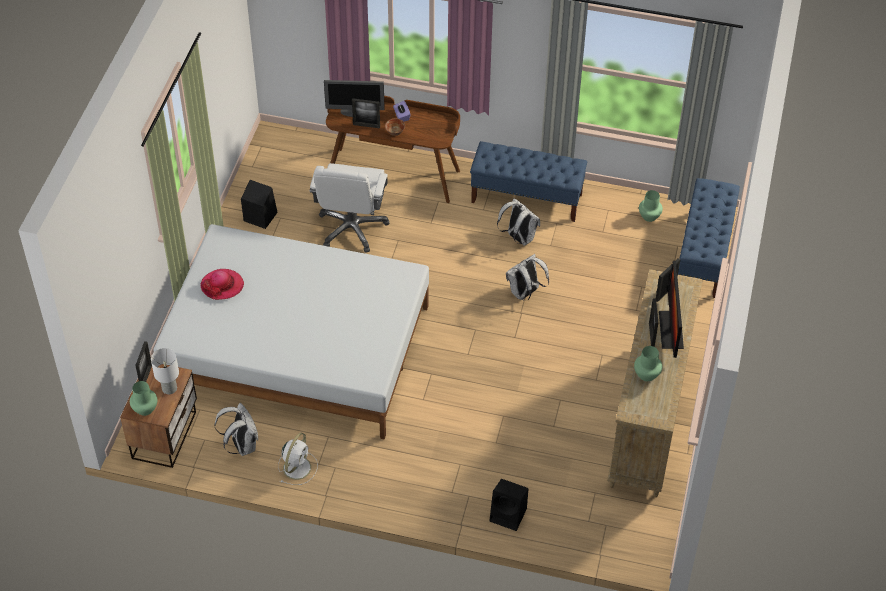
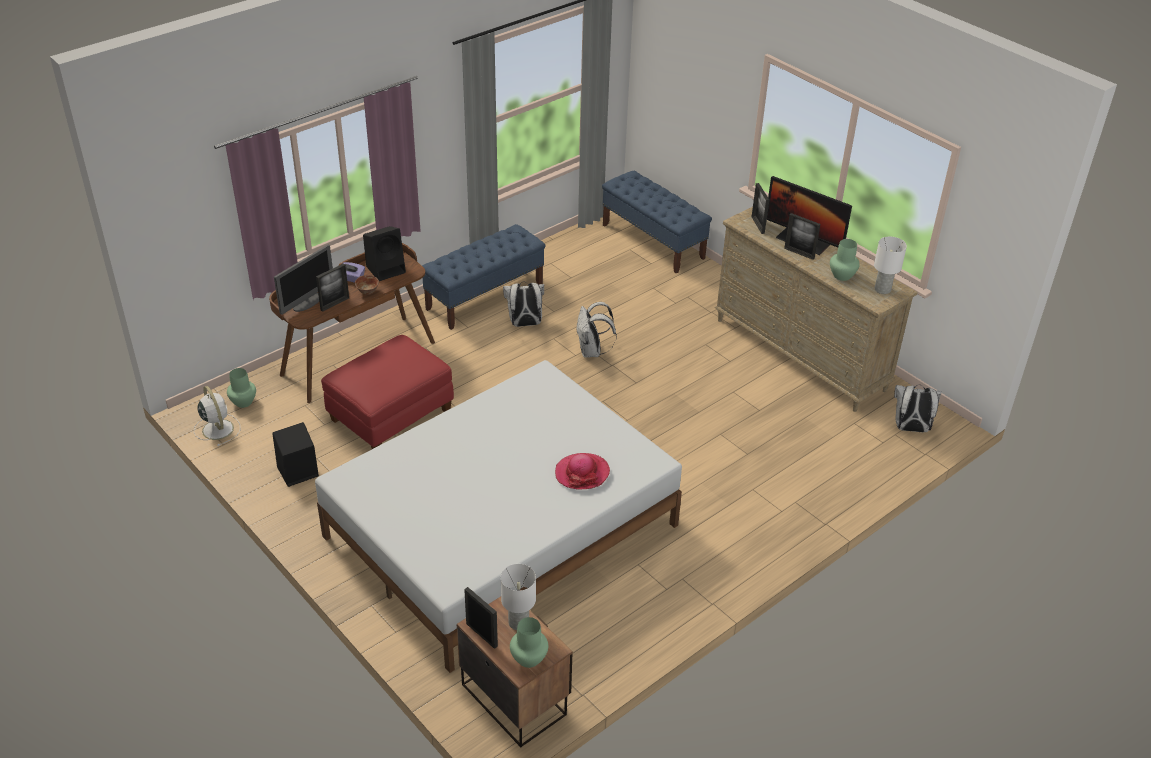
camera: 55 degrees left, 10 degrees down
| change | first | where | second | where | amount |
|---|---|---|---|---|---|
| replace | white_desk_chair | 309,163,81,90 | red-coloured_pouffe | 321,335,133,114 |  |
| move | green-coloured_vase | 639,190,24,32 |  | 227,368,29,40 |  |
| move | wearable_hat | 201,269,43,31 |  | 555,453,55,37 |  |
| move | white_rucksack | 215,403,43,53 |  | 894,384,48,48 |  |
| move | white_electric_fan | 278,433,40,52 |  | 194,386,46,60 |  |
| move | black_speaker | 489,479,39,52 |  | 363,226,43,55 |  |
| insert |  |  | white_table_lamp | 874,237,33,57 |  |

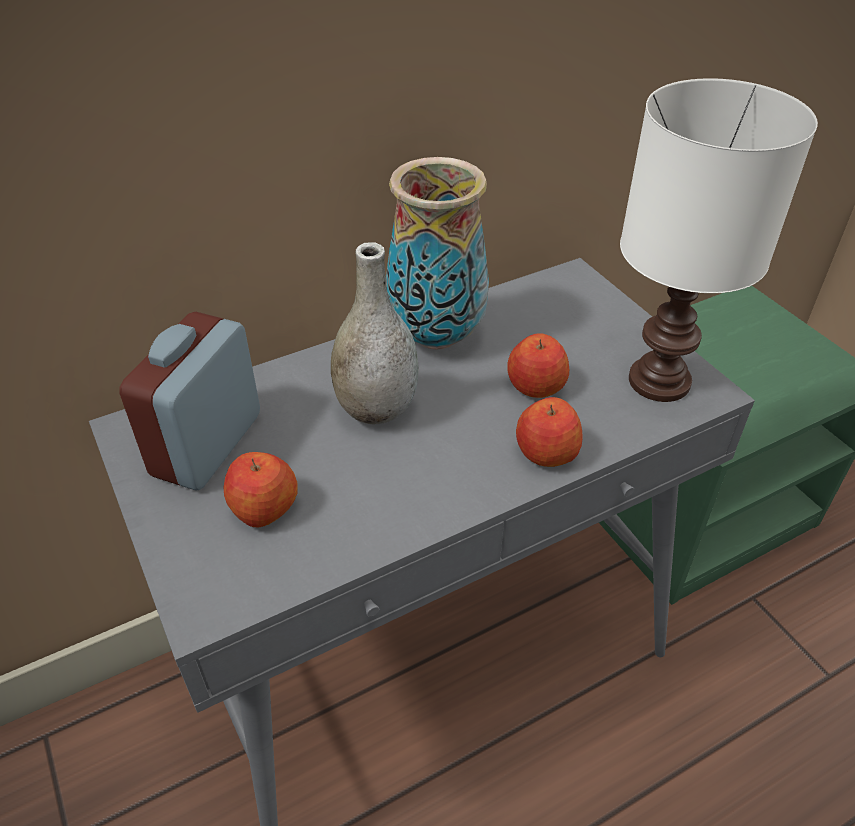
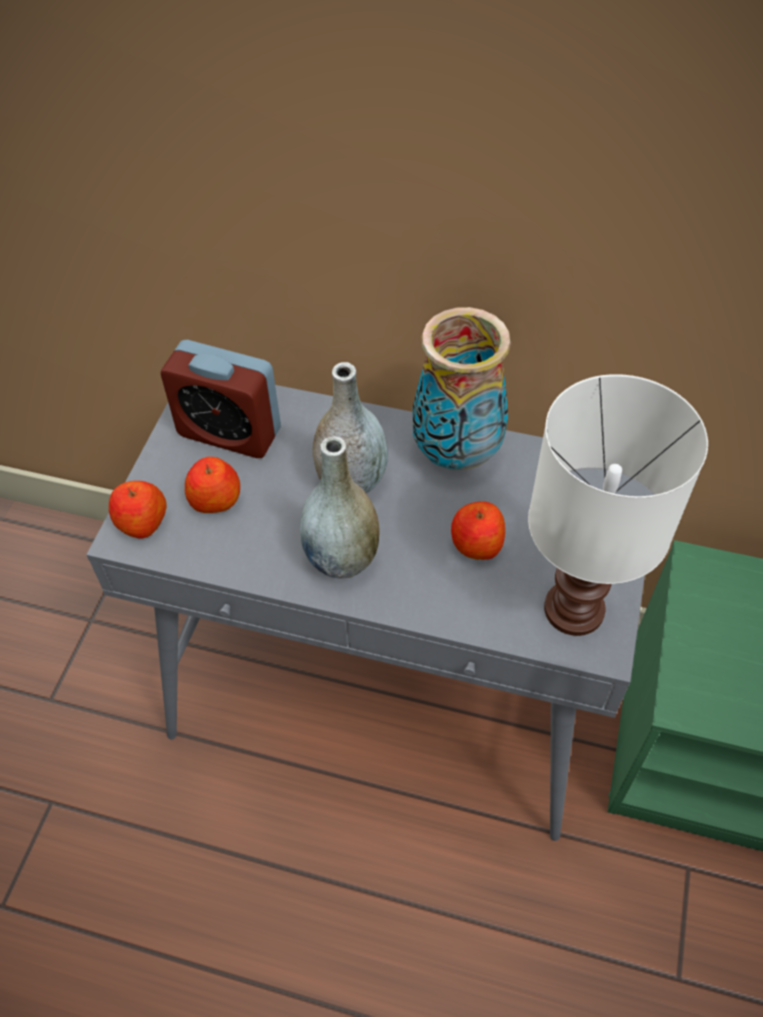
camera: 45 degrees right, 10 degrees up
| change | first | where | second | where | amount |
|---|---|---|---|---|---|
| rotate | table_clock | 119,312,141,179 |  | 161,340,120,118 | 135 degrees counterclockwise |
| move | apple_fruit | 516,397,66,70 |  | 109,481,58,57 |  |
| insert |  |  | grey_vase | 300,437,80,142 |  |

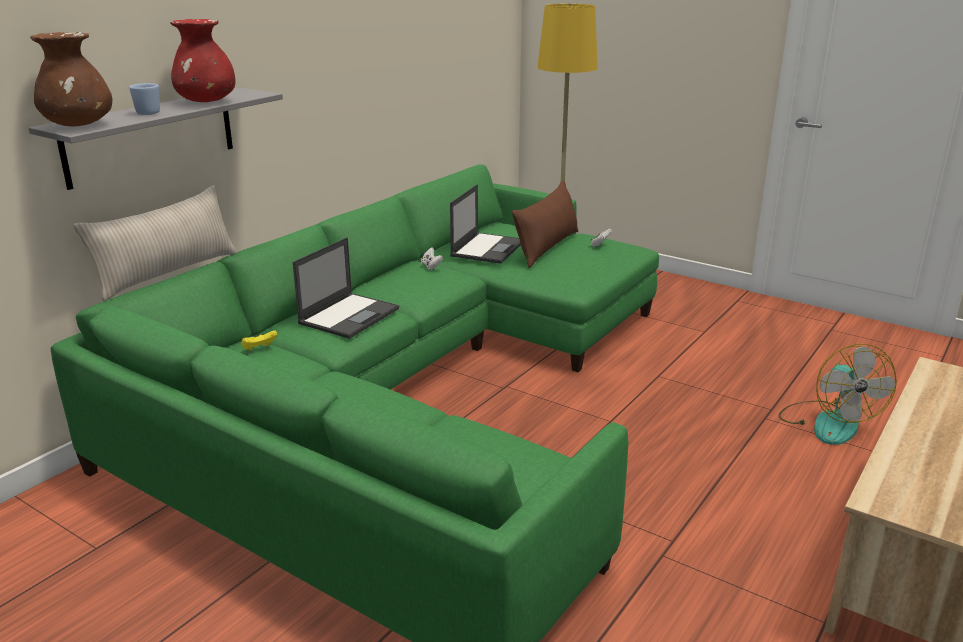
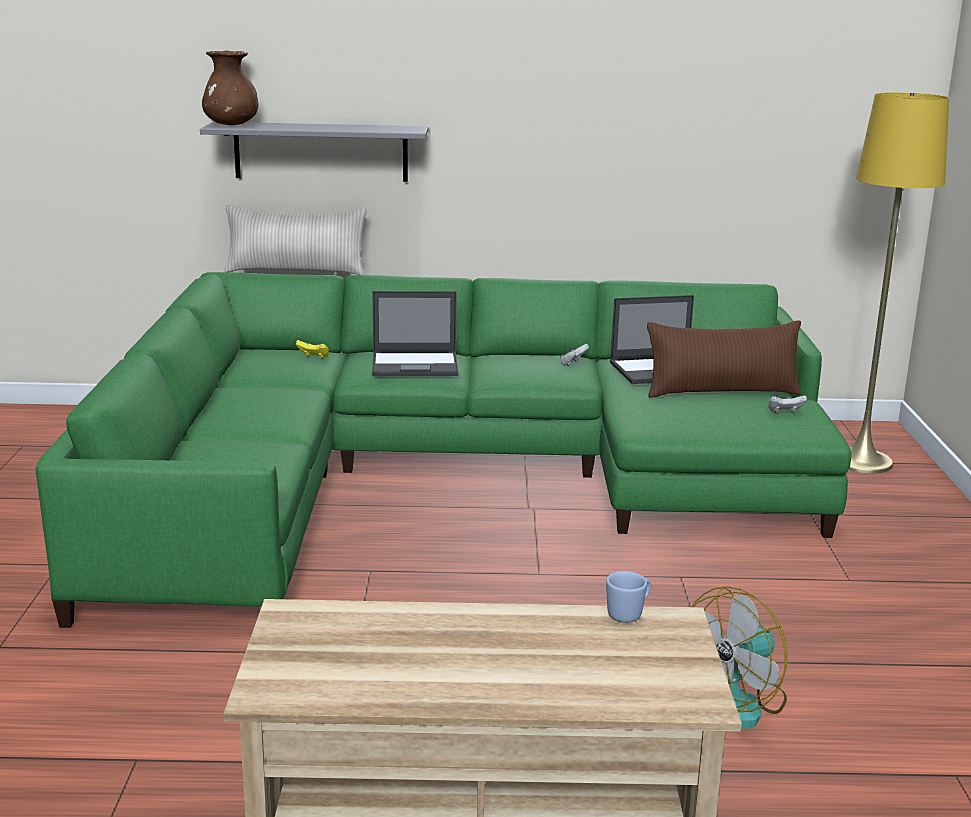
camera: 55 degrees right, 5 degrees down
| change | first | where | second | where | amount |
|---|---|---|---|---|---|
| delete | red-coloured_vase | 170,19,66,83 |  |  |  |
| move | blue_coffee_mug | 129,83,31,32 |  | 606,571,45,52 |  |

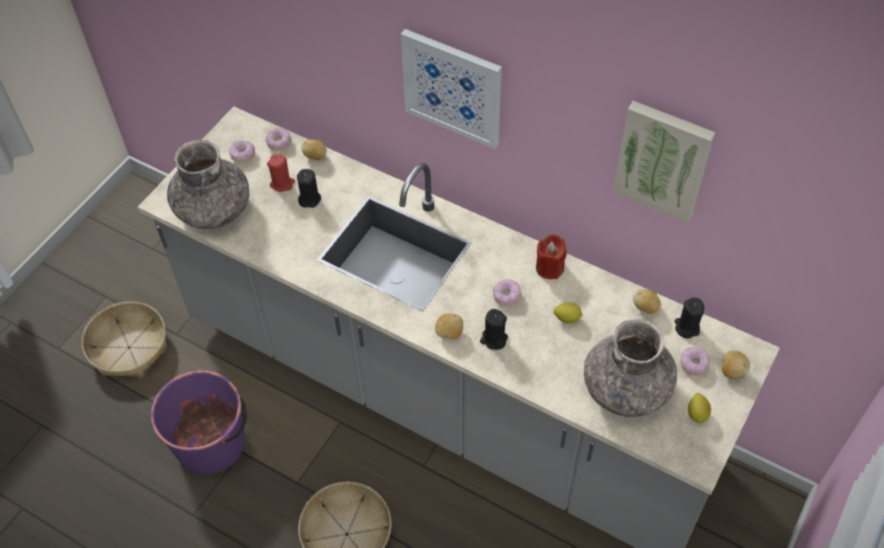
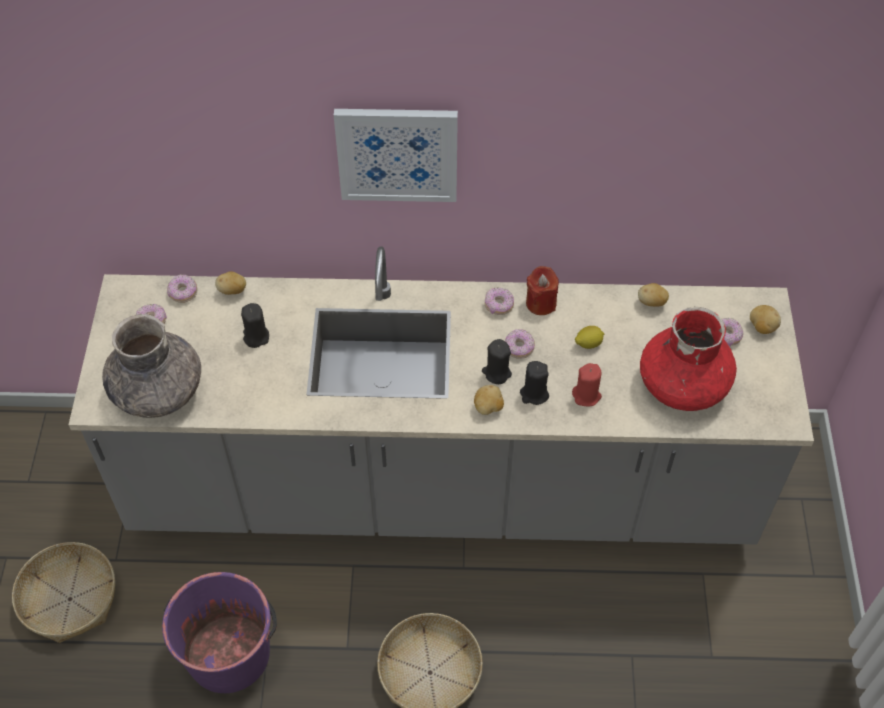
camera: 30 degrees left, 0 degrees up
| change | first | where | second | where | amount |
|---|---|---|---|---|---|
| delete | picture | 613,101,103,123 |  |  |  |
| move | red-coloured_wax_light | 267,154,28,38 |  | 572,363,30,44 |  |
| move | black_wax_light | 674,298,30,41 |  | 482,339,30,45 |  |
| recolor | grey_vase | 584,319,93,98 | red-coloured_vase | 640,307,97,104 |  |
| delete | whole_lemon | 688,393,23,30 |  |  |  |
| insert |  |  | doughnut | 485,288,29,27 |  |

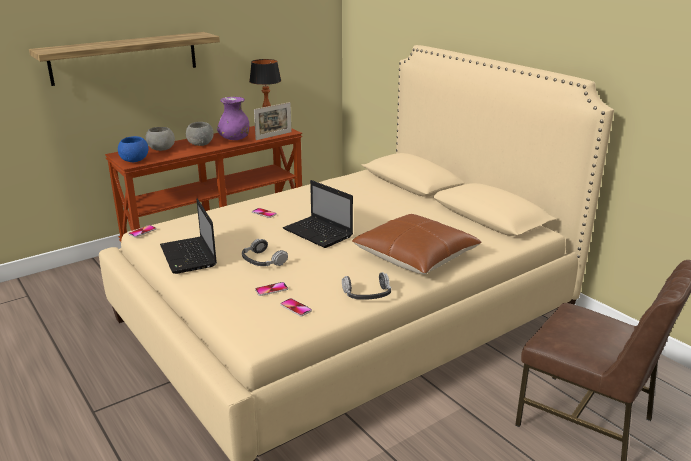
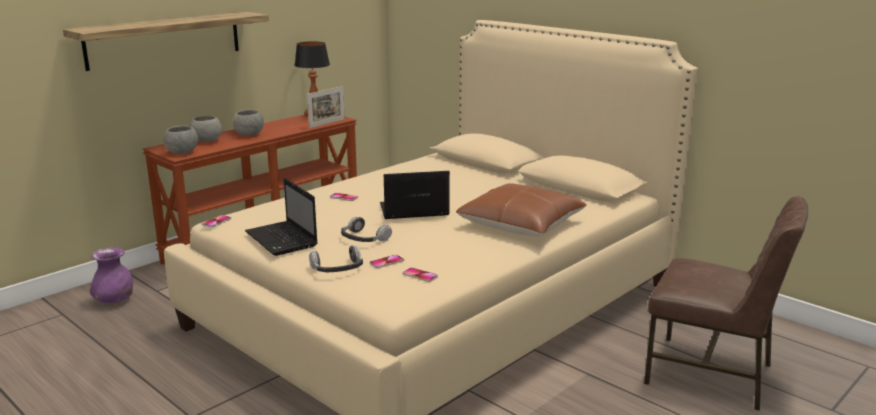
camera: 10 degrees left, 5 degrees down
| change | first | where | second | where | amount |
|---|---|---|---|---|---|
| move | purplish_vase | 217,97,32,43 |  | 90,247,43,56 |  |
| recolor | blue_bowl | 118,136,30,26 | grey_bowl | 163,125,35,29 |  |
| rotate | laptop | 283,180,70,68 |  | 380,171,70,48 | 135 degrees clockwise |
| move | pair_of_headphones | 342,272,49,28 |  | 309,245,54,27 |  |

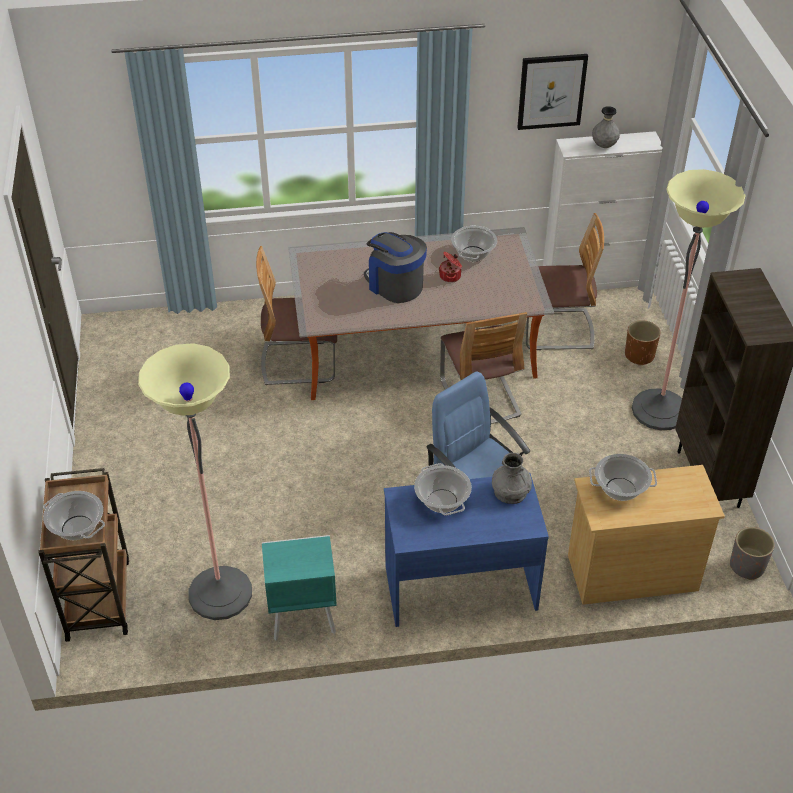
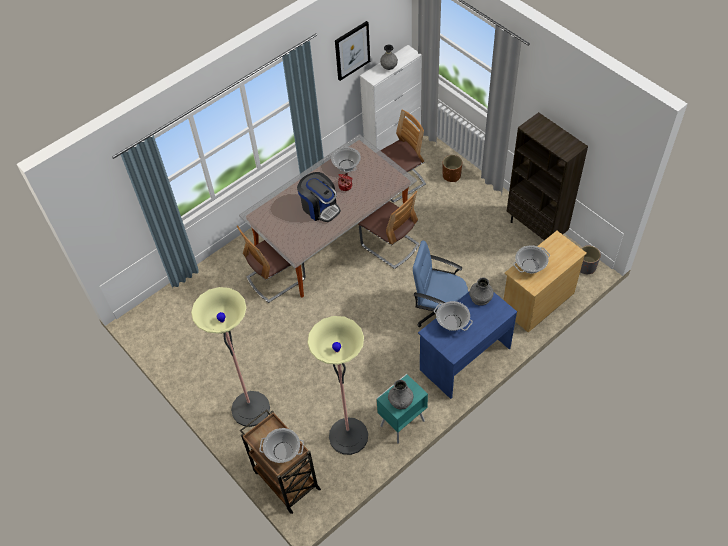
camera: 30 degrees left, 10 degrees up
| change | first | where | second | where | amount |
|---|---|---|---|---|---|
| move | standard_lamp | 632,169,114,261 |  | 191,287,79,140 |  |
| rotate | coffee_maker | 364,232,63,71 |  | 297,172,44,50 | 150 degrees counterclockwise |
| insert |  |  | grey_vase | 388,380,26,30 |  |

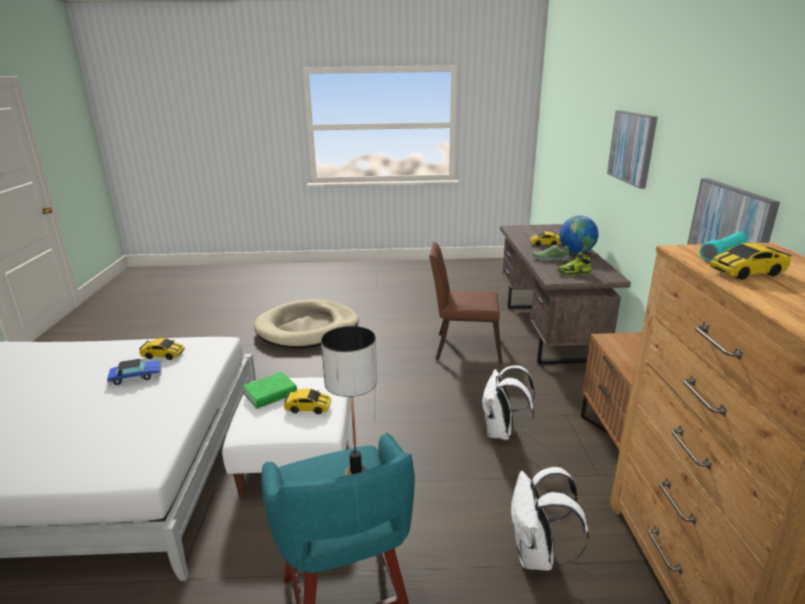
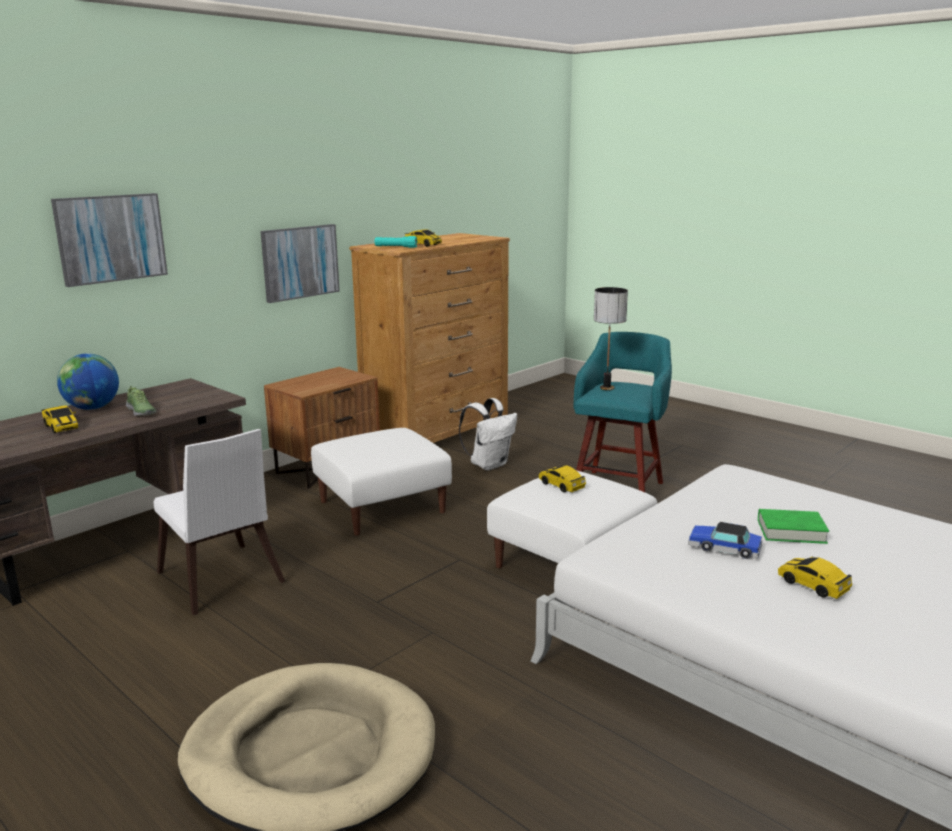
camera: 135 degrees left, 5 degrees down
| change | first | where | second | where | amount |
|---|---|---|---|---|---|
| recolor | brown_upright_chair | 429,242,74,122 | white_upright_chair | 153,429,132,186 |  |
| delete | low_shoe | 557,252,34,24 |  |  |  |
| move | toy_car | 139,338,46,22 |  | 778,557,74,42 |  |
| replace | white_rucksack | 481,365,54,75 | white_pouffe | 311,428,141,108 |  |
| move | green-coloured_volume | 243,372,54,37 |  | 758,509,71,35 |  |

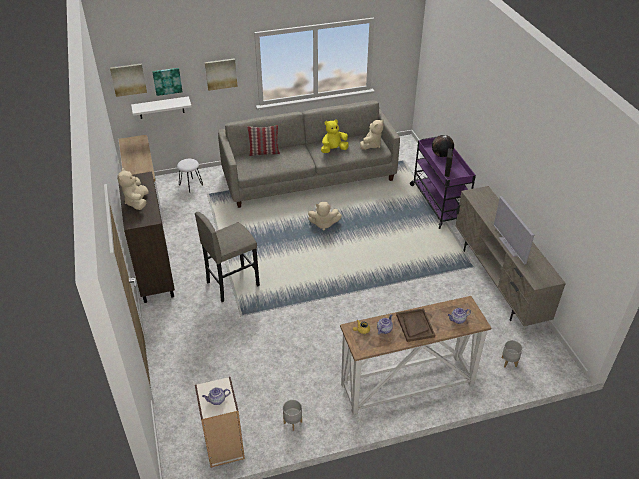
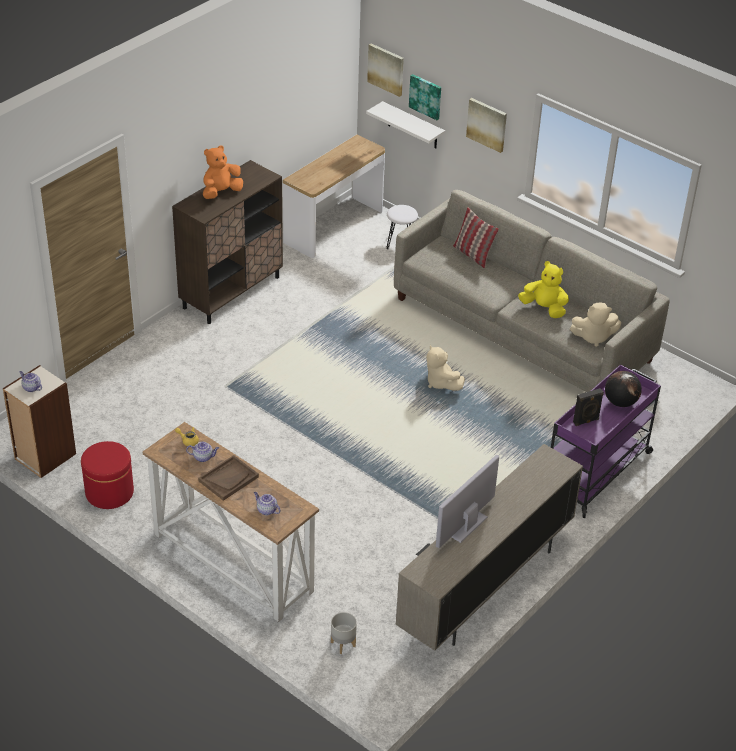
camera: 55 degrees right, 0 degrees up
| change | first | where | second | where | amount |
|---|---|---|---|---|---|
| recolor | sand-coloured_soft_toy | 117,168,32,42 | orangey_soft_toy | 203,145,40,54 |  |
| delete | grey_stool | 195,212,65,90 |  |  |  |
| replace | grey_planter | 283,400,19,31 | red-coloured_pouffe | 81,441,53,68 |  |

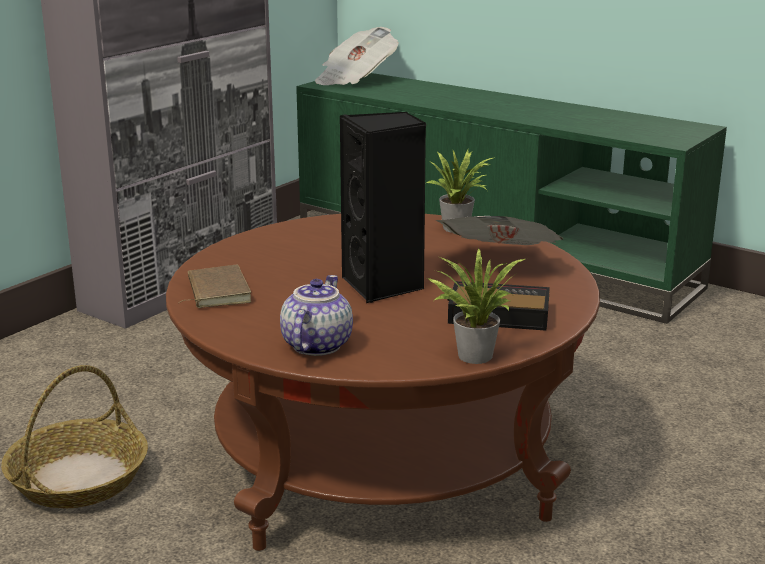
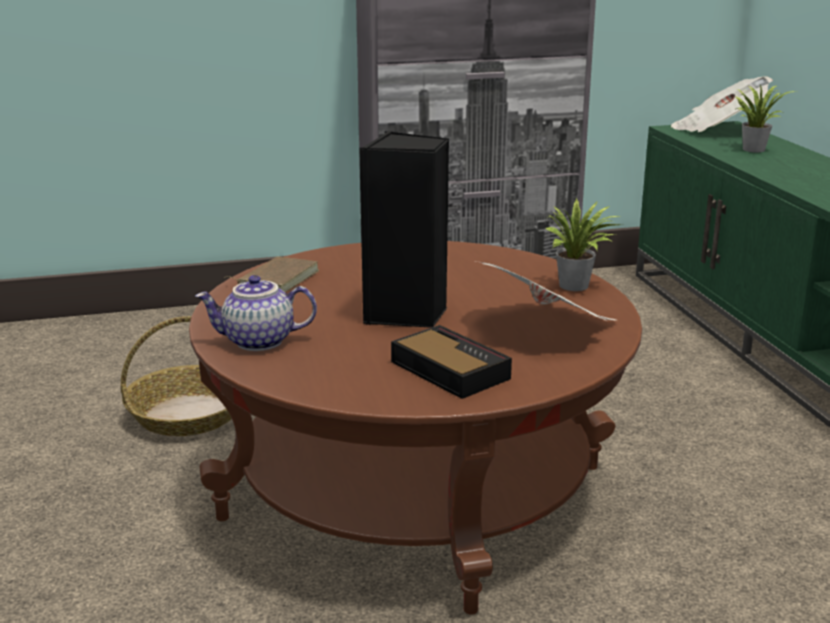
camera: 40 degrees right, 0 degrees up
| change | first | where | second | where | amount |
|---|---|---|---|---|---|
| move | plant_in_a_pot | 428,249,97,115 |  | 734,84,64,69 |  |
| rotate | pot_for_tea | 280,275,73,81 |  | 195,275,122,76 | 150 degrees counterclockwise |

